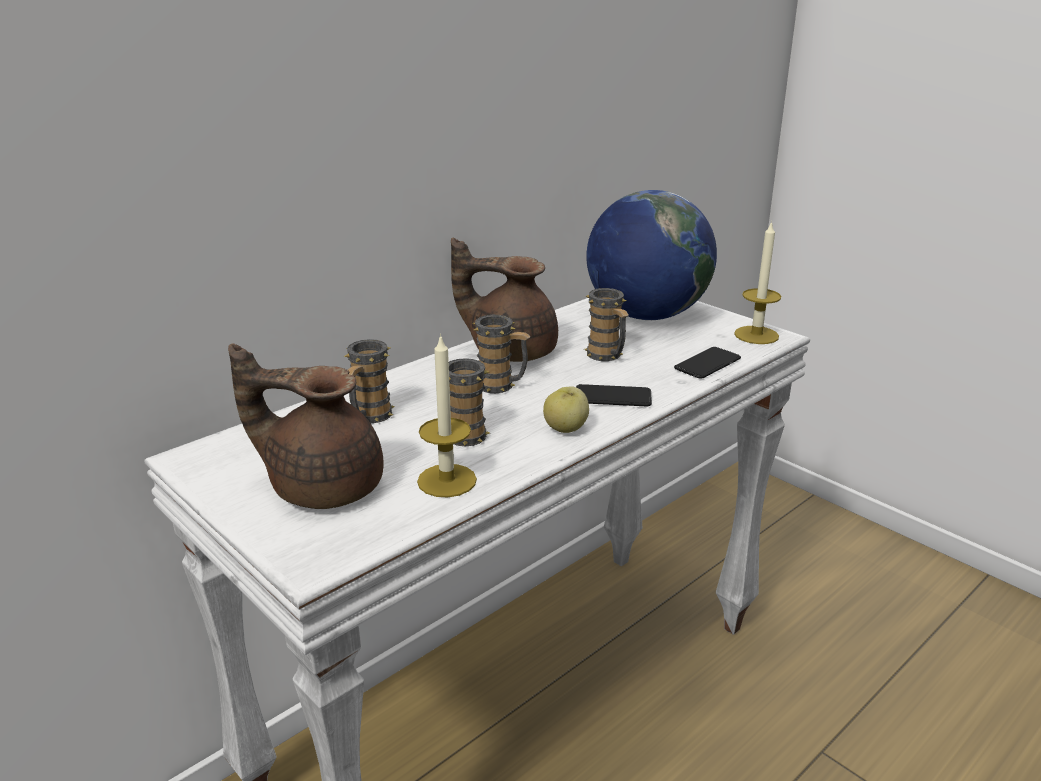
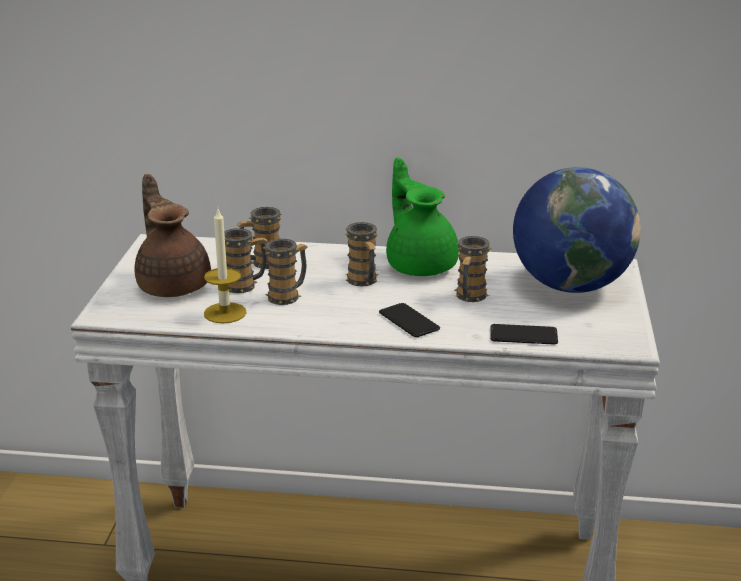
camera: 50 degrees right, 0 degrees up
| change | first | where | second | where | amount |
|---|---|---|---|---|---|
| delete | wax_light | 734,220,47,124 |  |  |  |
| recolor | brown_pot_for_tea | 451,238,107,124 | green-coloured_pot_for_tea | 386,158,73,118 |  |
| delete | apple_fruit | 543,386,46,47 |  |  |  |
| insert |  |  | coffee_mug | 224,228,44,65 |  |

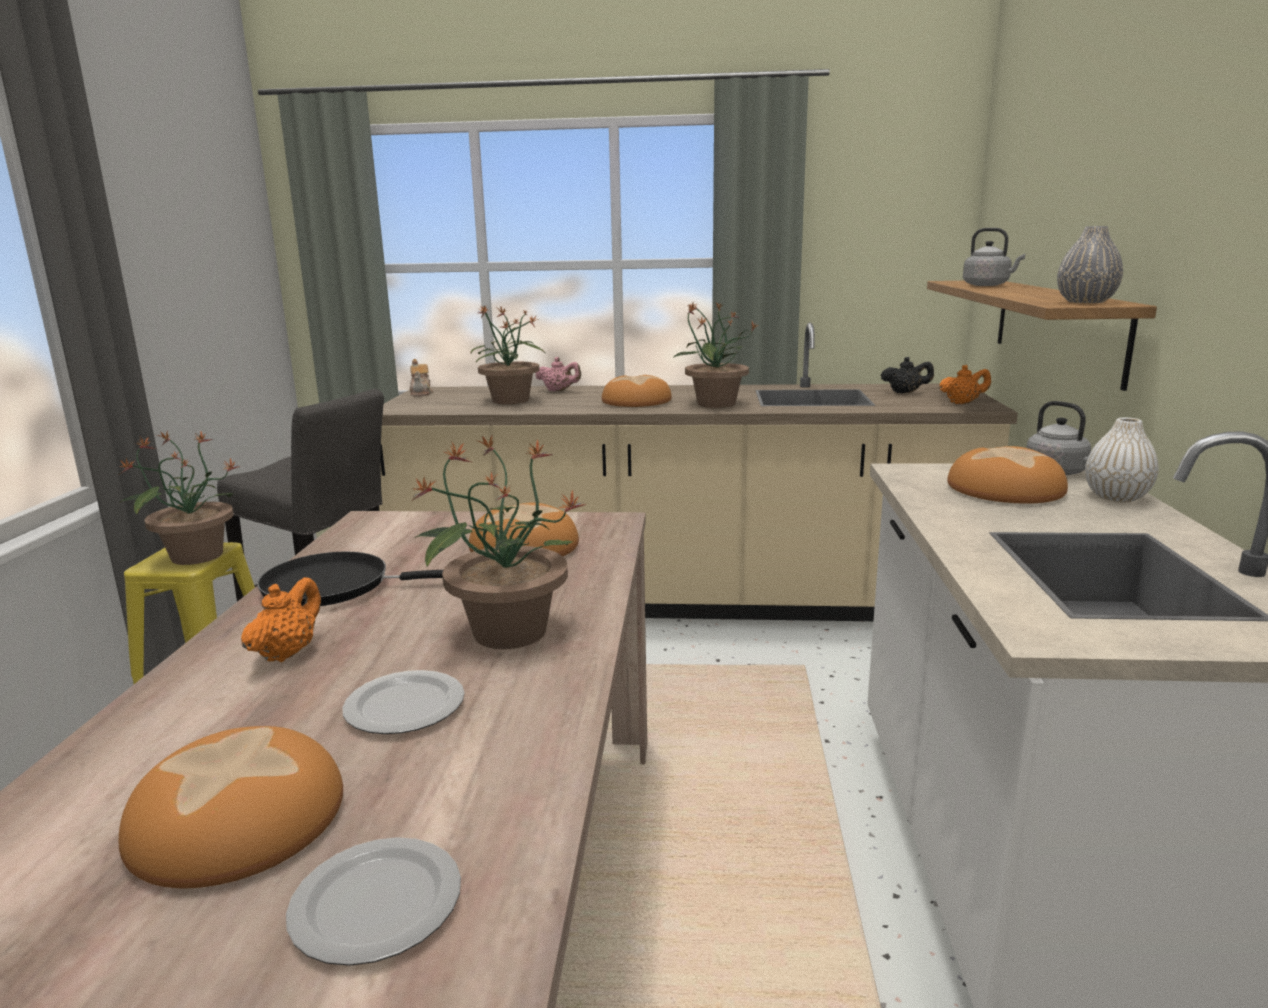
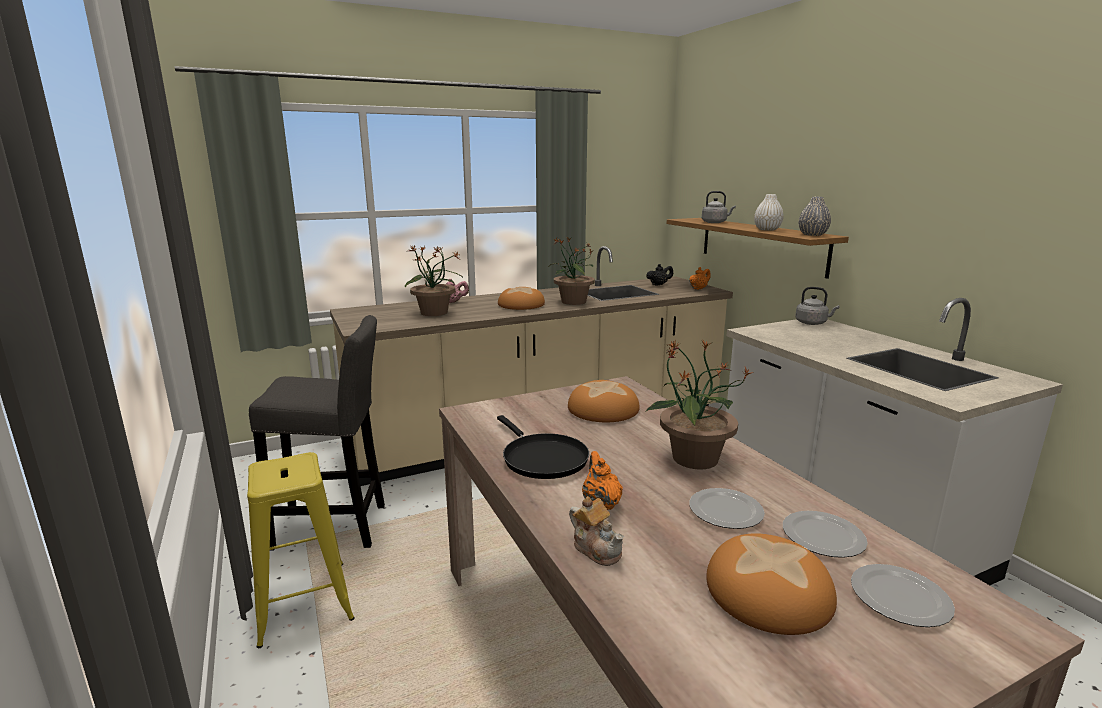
camera: 30 degrees left, 0 degrees up
| change | first | where | second | where | amount |
|---|---|---|---|---|---|
| move | pot_for_tea | 410,359,23,37 |  | 569,496,55,70 |  |
| move | white_vase | 1085,417,74,85 |  | 754,194,30,37 |  |
| delete | plant_in_a_pot | 119,431,121,134 |  |  |  |
| delete | bakery_bread | 947,446,121,58 |  |  |  |
| rotate | black_pan | 257,552,186,54 |  | 497,415,92,64 | 90 degrees counterclockwise |
| insert |  |  | plate | 783,511,85,47 |  |

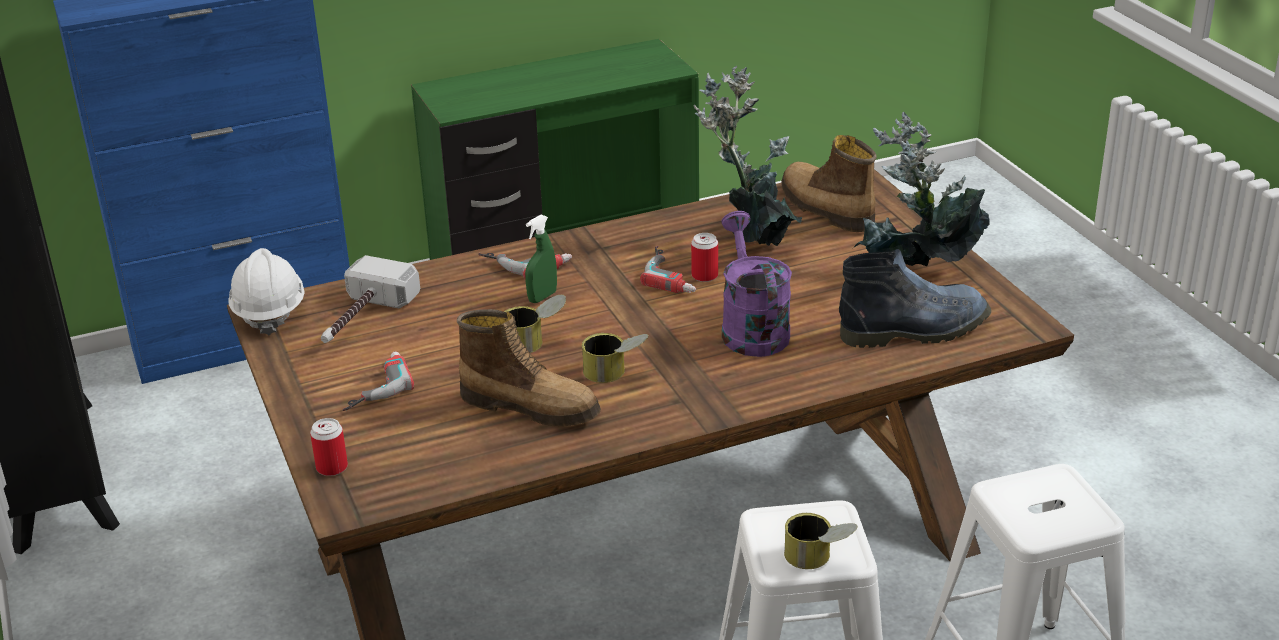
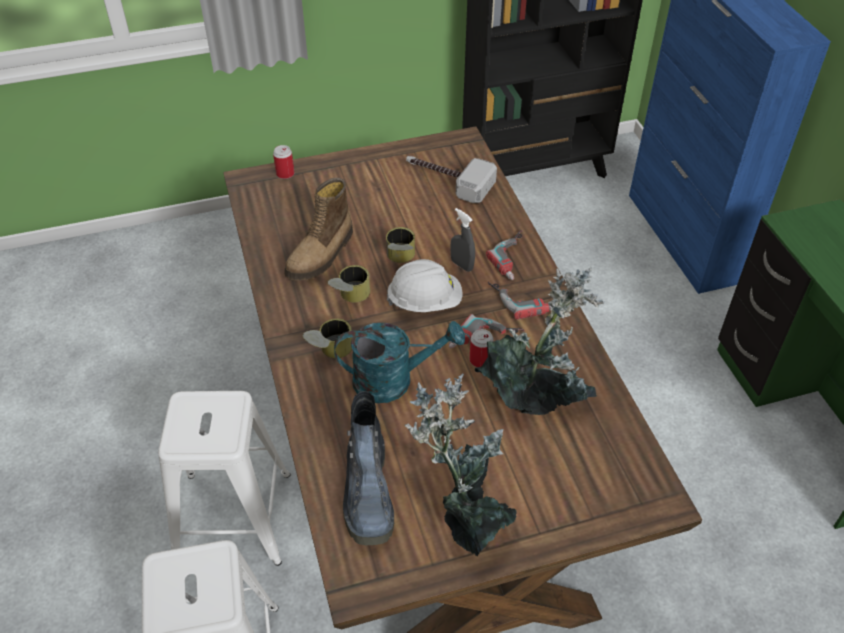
camera: 95 degrees right, 15 degrees up
| change | first | where | second | where | amount |
|---|---|---|---|---|---|
| delete | high-top_boot | 781,135,96,97 |  |  |  |
| recolor | purplish_watering_can | 721,211,71,146 | turquoise_watering_can | 334,321,131,82 |  |
| recolor | green-coloured_spray_bottle | 525,215,32,88 | grey_spray_bottle | 451,208,24,64 |  |
| move | white_hard_hat | 228,248,77,88 |  | 387,259,75,53 |  |
| move | electric_drill | 343,351,71,60 |  | 488,281,70,39 |  |
| move | sealed_can | 784,513,74,56 |  | 303,319,49,39 |  |

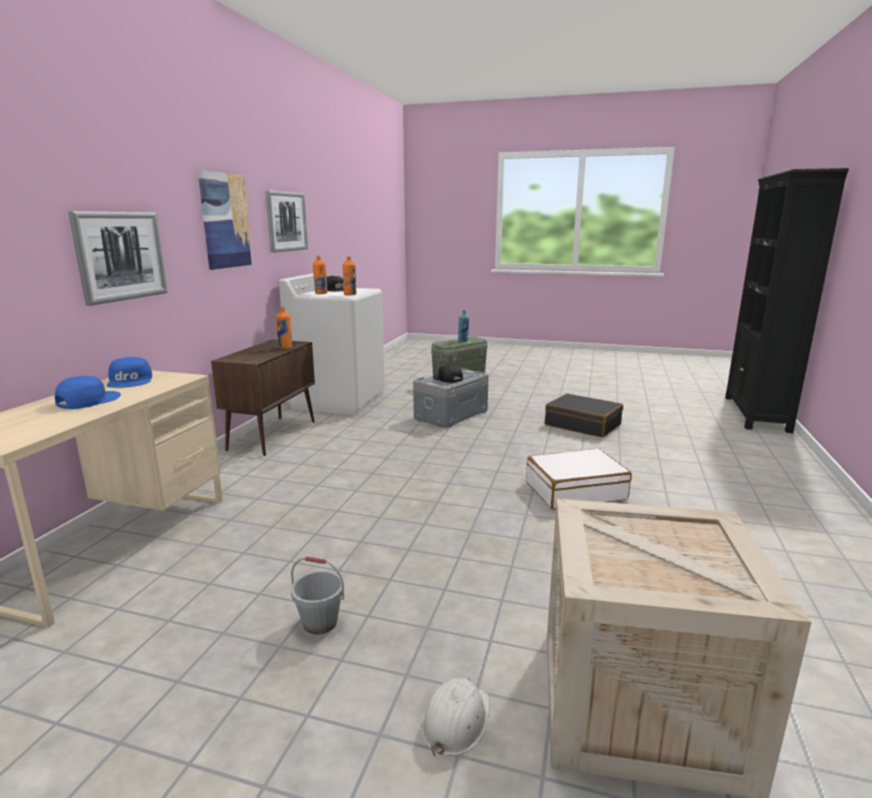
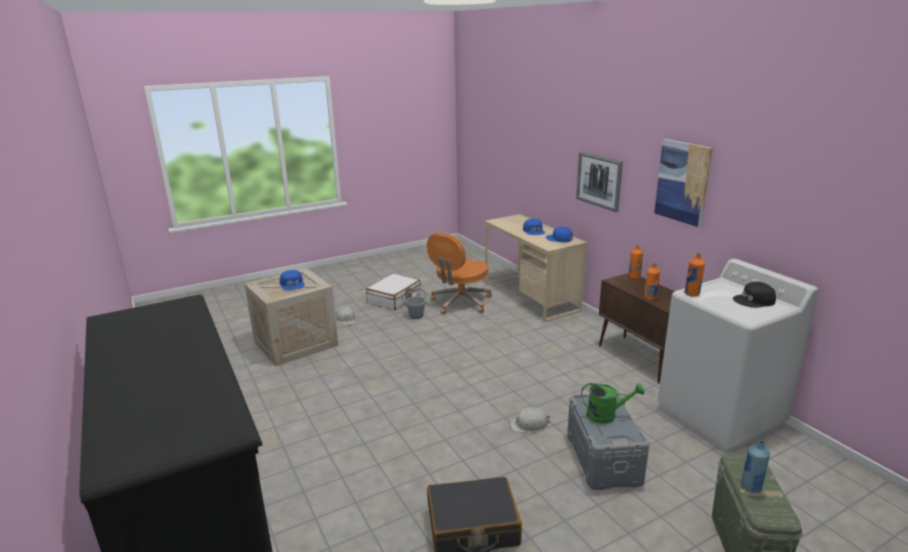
camera: 135 degrees right, 5 degrees up
| change | first | where | second | where | amount |
|---|---|---|---|---|---|
| delete | picture | 265,190,43,63 |  |  |  |
| move | orangey_bottle | 313,256,14,38 |  | 629,245,14,35 |  |
| replace | black_cap | 433,364,30,19 | green-coloured_watering_can | 581,383,64,40 |  |
| move | white_suitcase | 526,448,106,61 |  | 366,274,55,36 |  |
| insert |  |  | orangey_desk_chair | 427,233,65,82 |  |
| insert |  |  | blue_cap | 280,270,25,20 |  |
| insert |  |  | white_hard_hat | 509,407,41,26 |  |

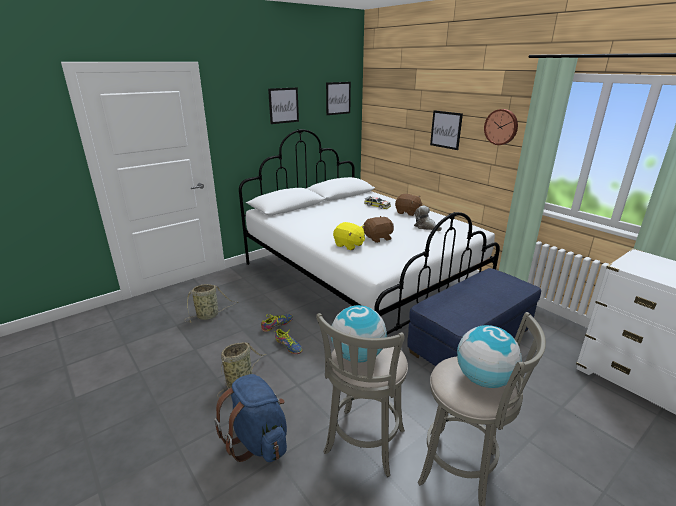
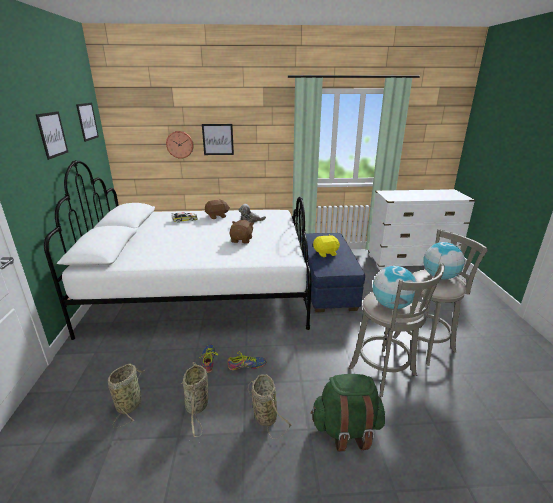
camera: 55 degrees left, 0 degrees up
| change | first | where | second | where | amount |
|---|---|---|---|---|---|
| move | hanging_clock | 484,109,34,36 |  | 166,131,27,28 |  |
| move | yellow-coloured_soft_toy | 333,222,32,28 |  | 313,235,27,22 |  |
| recolor | blue_rucksack | 214,374,73,88 | green-coloured_rucksack | 311,374,74,77 |  |
| insert |  |  | household_basket | 181,362,27,75 |  |

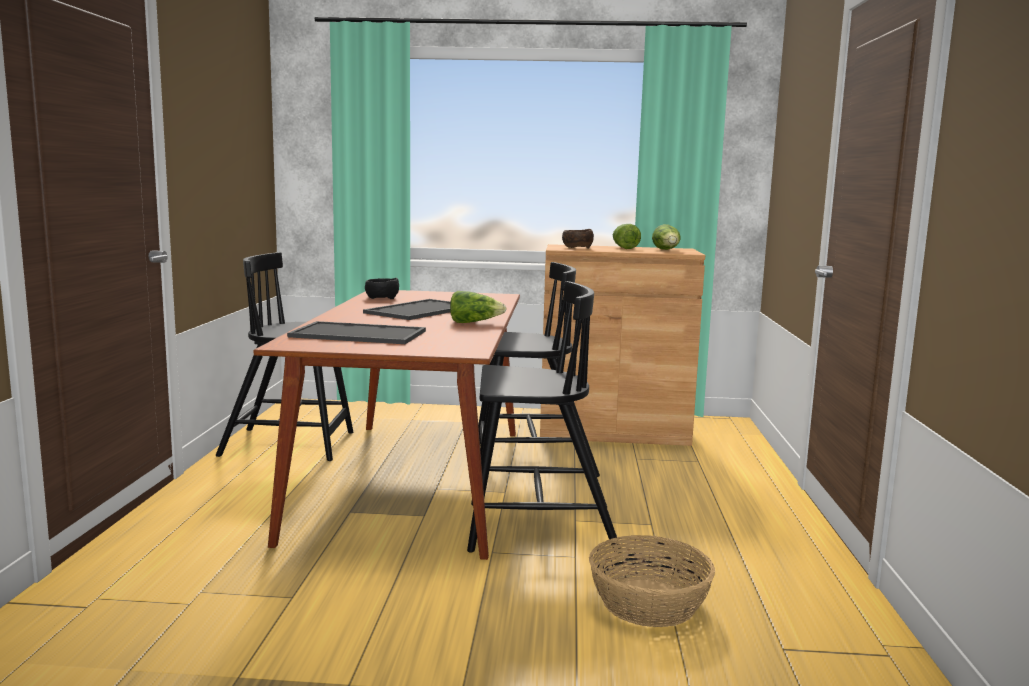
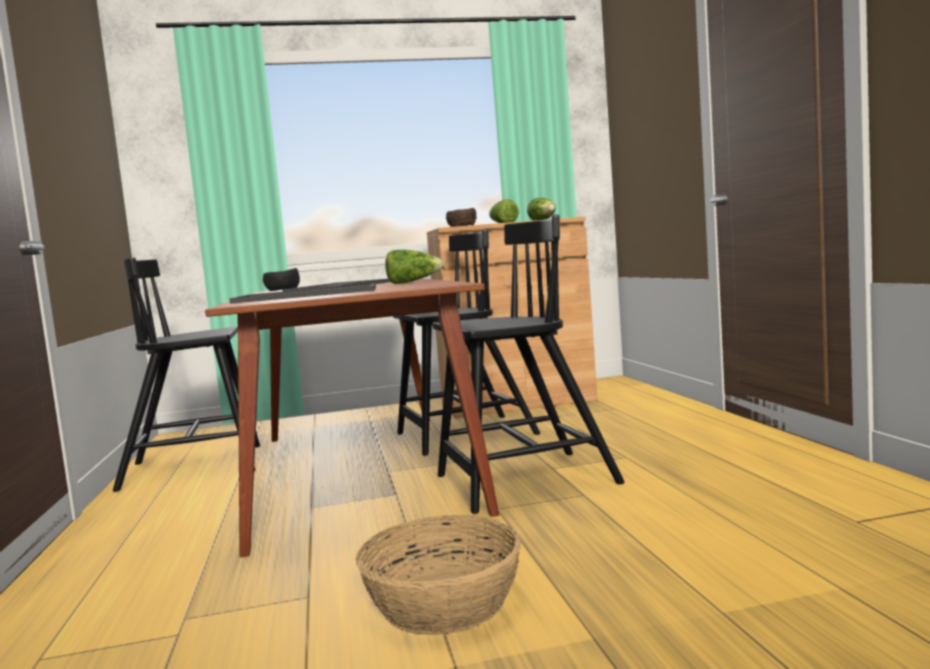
camera: 15 degrees left, 5 degrees down
| change | first | where | second | where | amount |
|---|---|---|---|---|---|
| move | household_basket | 589,535,126,92 |  | 356,515,165,120 |  |

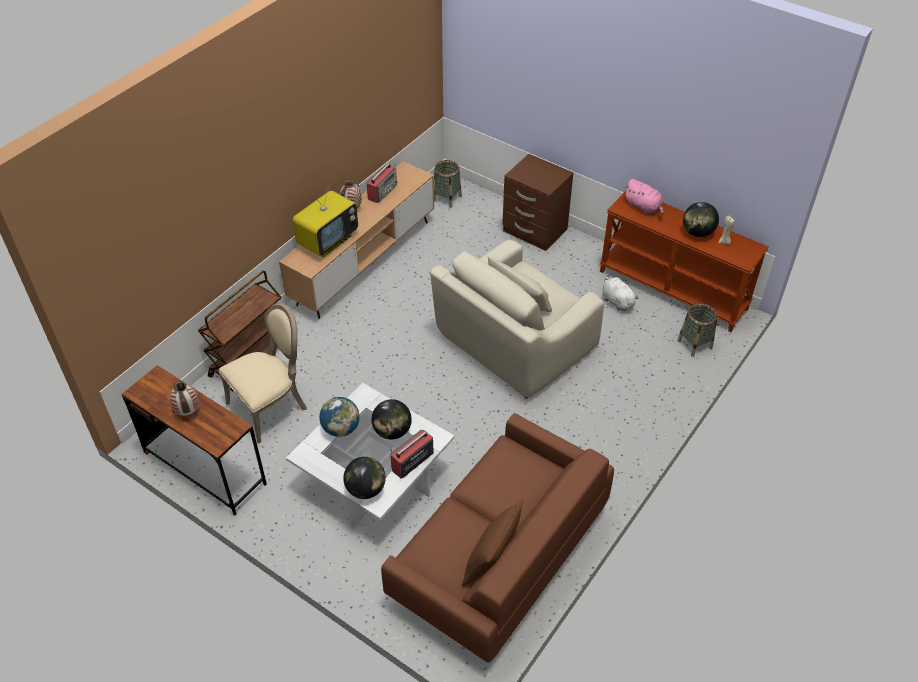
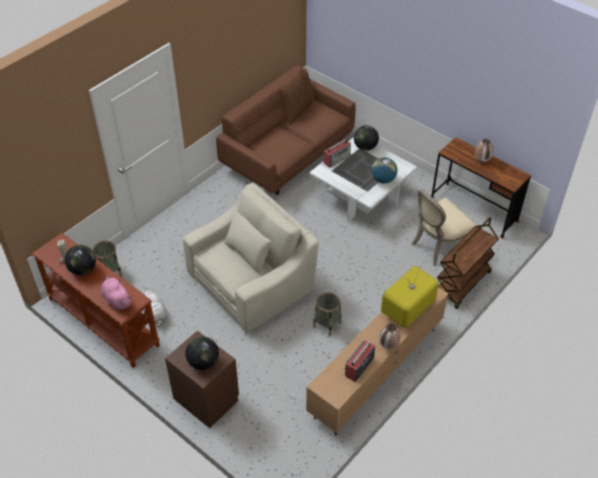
camera: 175 degrees left, 0 degrees up
| change | first | where | second | where | amount |
|---|---|---|---|---|---|
| move | household_basket | 434,160,28,48 |  | 313,292,29,44 |  |
| move | globe | 371,399,41,41 |  | 185,336,34,34 |  |

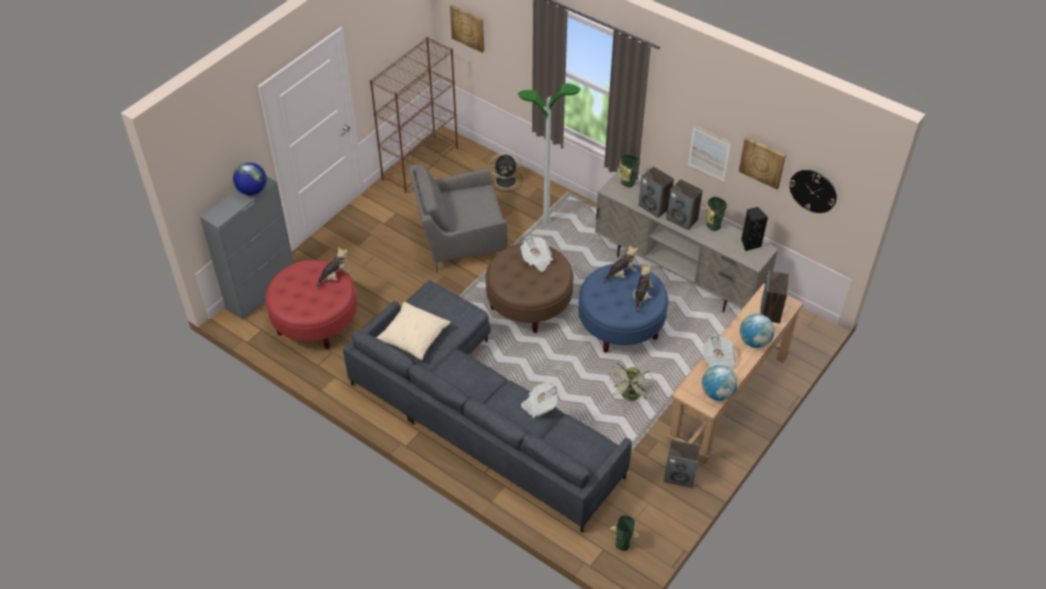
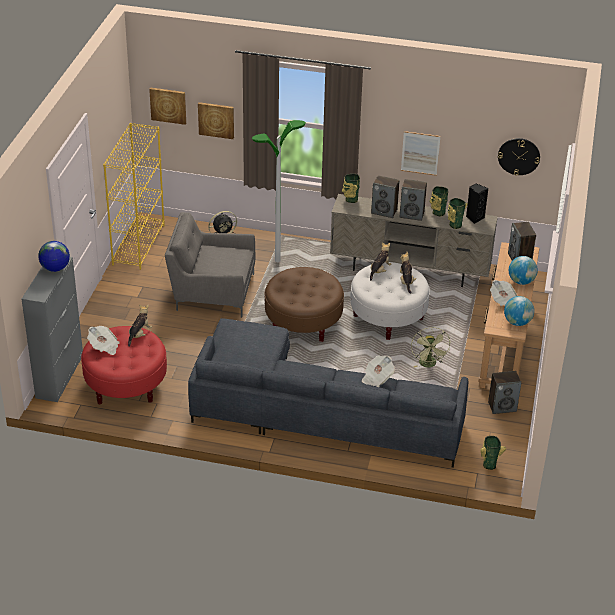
camera: 25 degrees left, 10 degrees down
| change | first | where | second | where | amount |
|---|---|---|---|---|---|
| recolor | brown_shelving_unit | 370,37,88,156 | yellow-coloured_shelving_unit | 103,123,62,147 |  |
| move | picture | 739,137,47,52 |  | 198,102,36,37 |  |
| rotate | grey_armchair | 409,165,99,107 |  | 165,212,90,105 | 45 degrees clockwise |
| move | daily_paper | 520,236,33,35 |  | 87,326,33,29 |  |
| recolor | blue_pouffe | 578,264,90,89 | white_pouffe | 350,262,80,78 |  |
| delete | sand-coloured_cushion | 376,302,75,58 |  |  |  |
| insert |  |  | vase | 448,198,20,31 |  |

